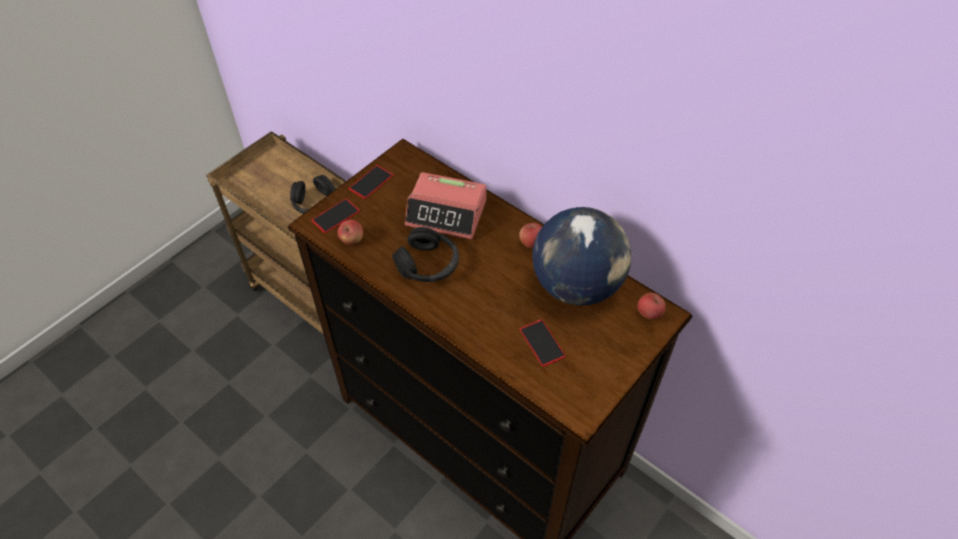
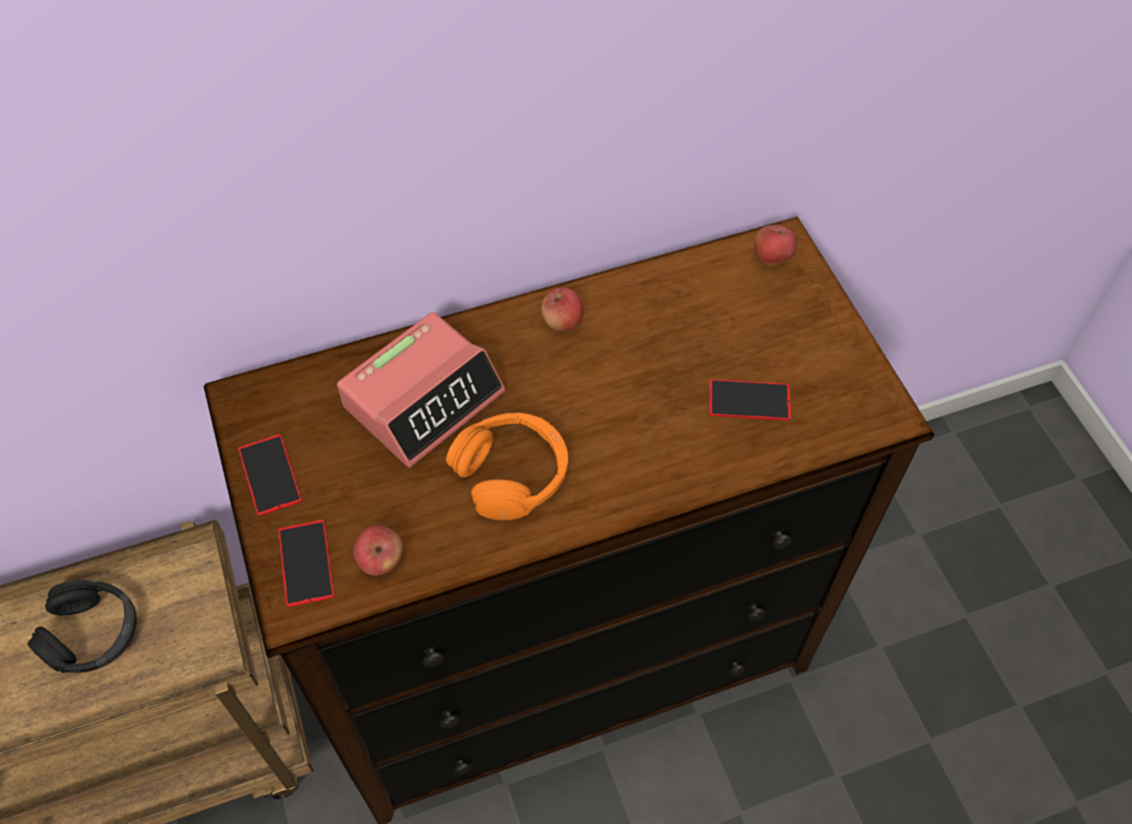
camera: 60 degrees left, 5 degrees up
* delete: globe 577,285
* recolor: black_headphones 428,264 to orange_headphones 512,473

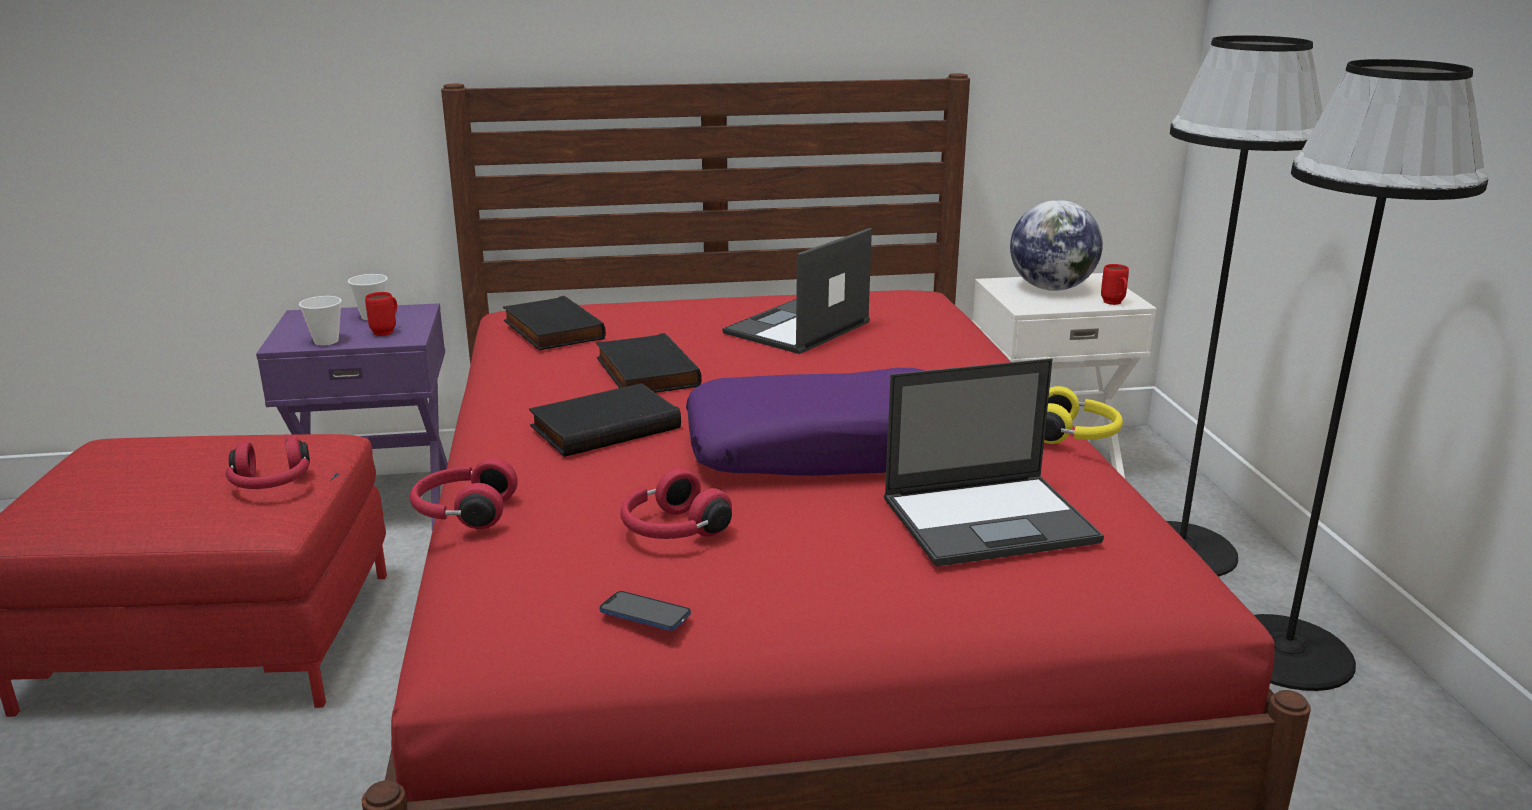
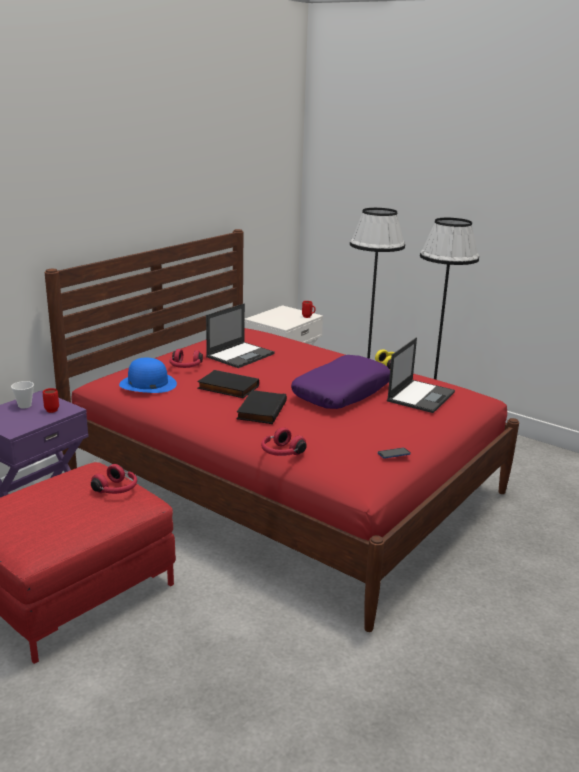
camera: 45 degrees left, 0 degrees up
* delete: globe 1051,288
* rotate: laptop 796,328 = 240,355 135 degrees counterclockwise
* delete: cup 326,341
* replace: black_book 550,330 to blue_hat 147,384
* move: red_headphones 672,530 to 185,367

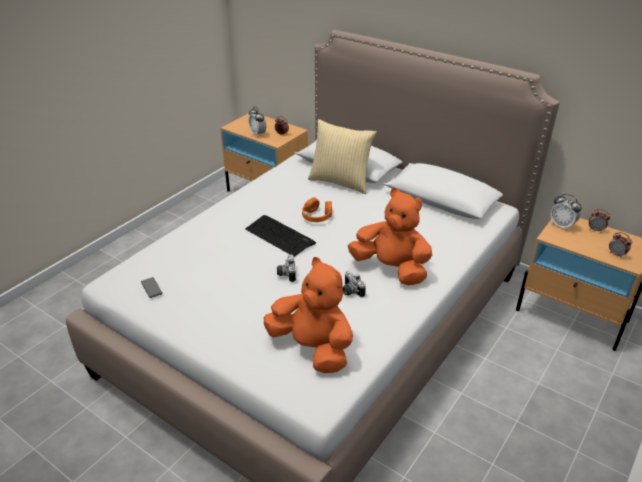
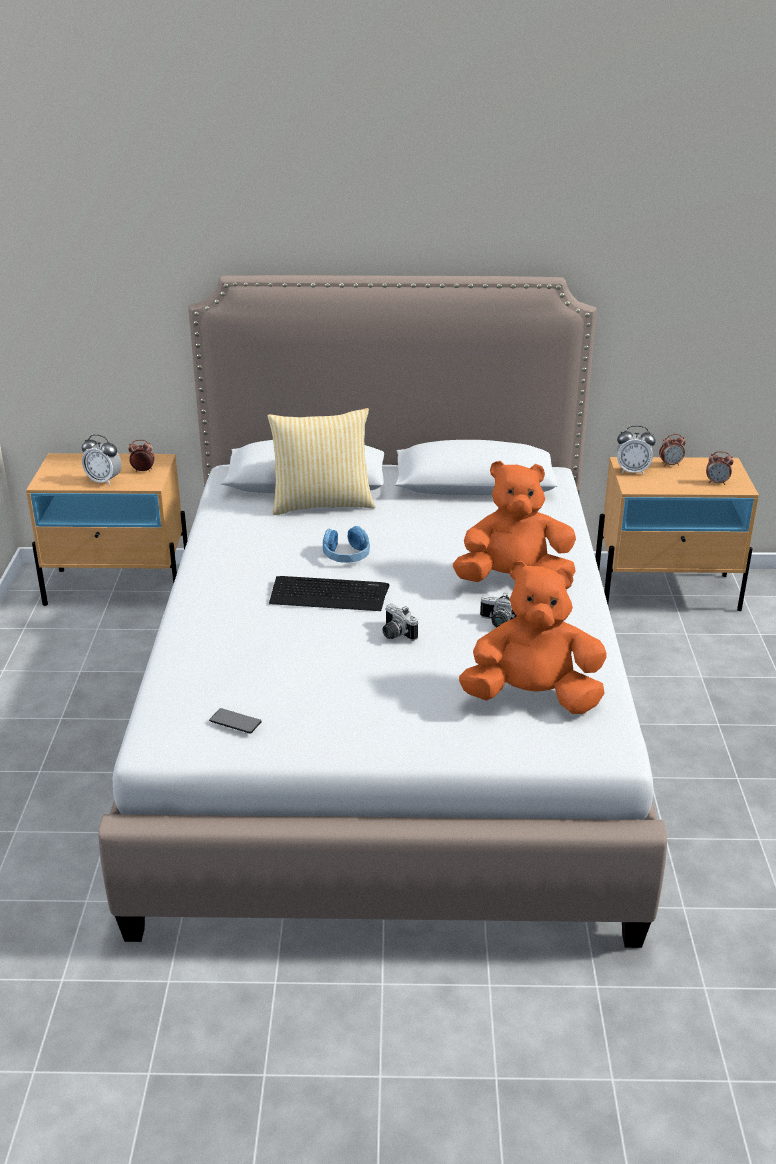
camera: 35 degrees left, 5 degrees down
* recolor: orange_headphones 317,216 to blue_headphones 346,555

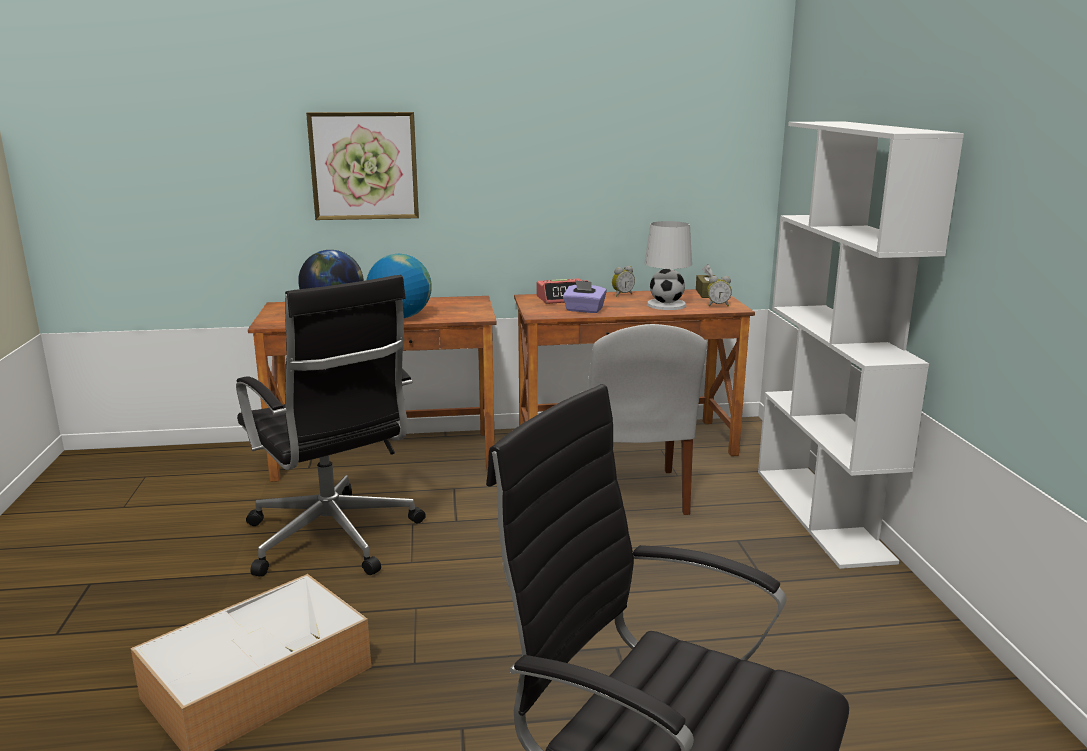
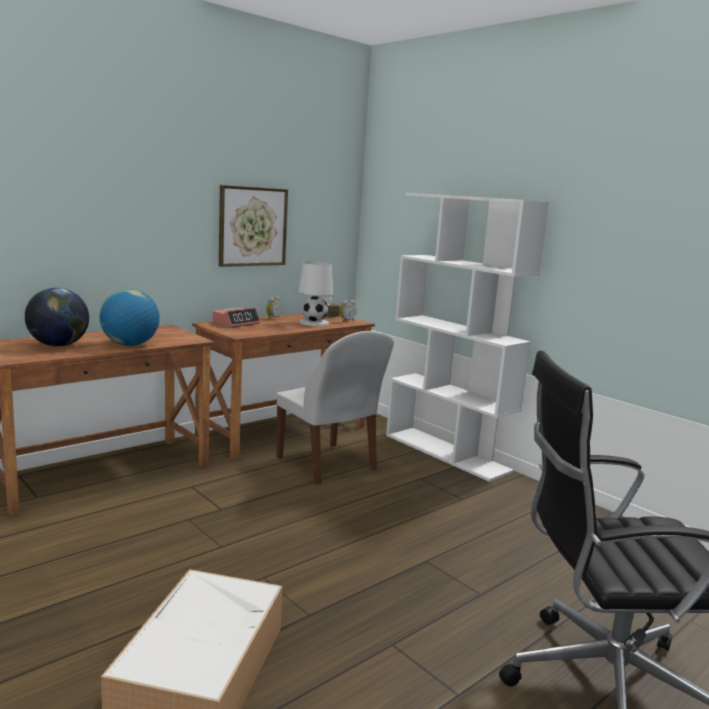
camera: 35 degrees left, 5 degrees down
* move: picture 364,166 to 252,226
* delete: black_office_chair 334,539
* delete: purple_tissue_box 584,310

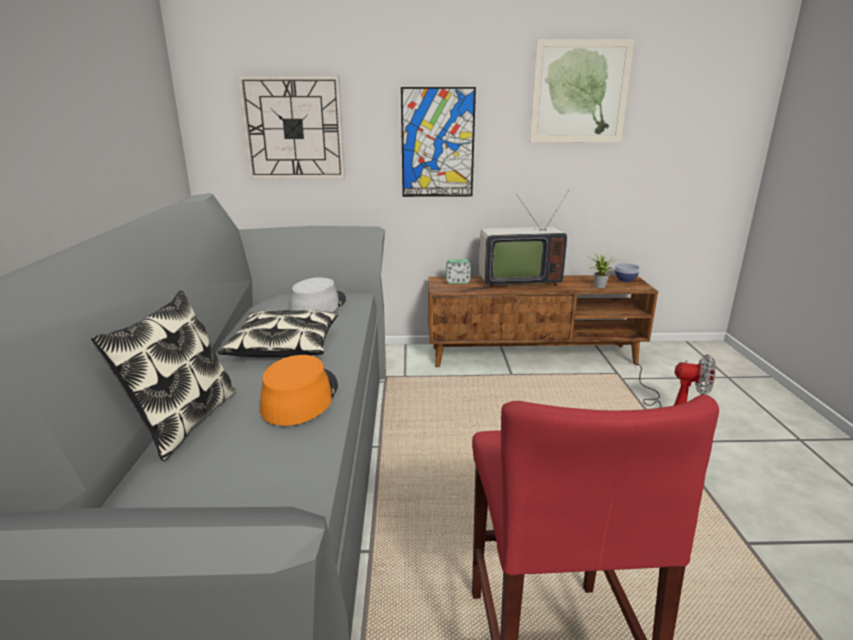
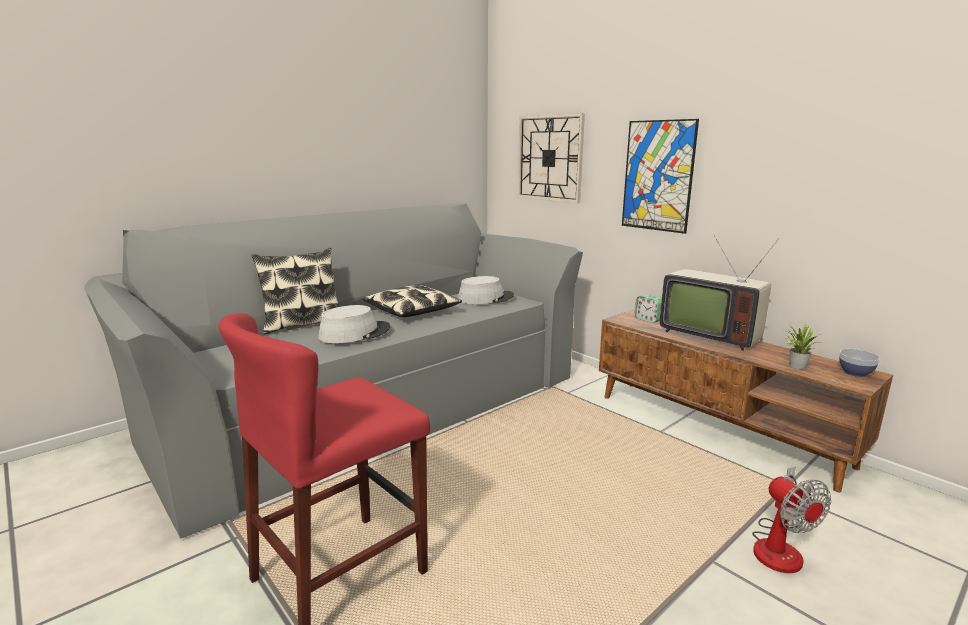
camera: 50 degrees right, 5 degrees down
* delete: picture 580,92
* recolor: orange_hat 300,397 to grey_hat 355,333

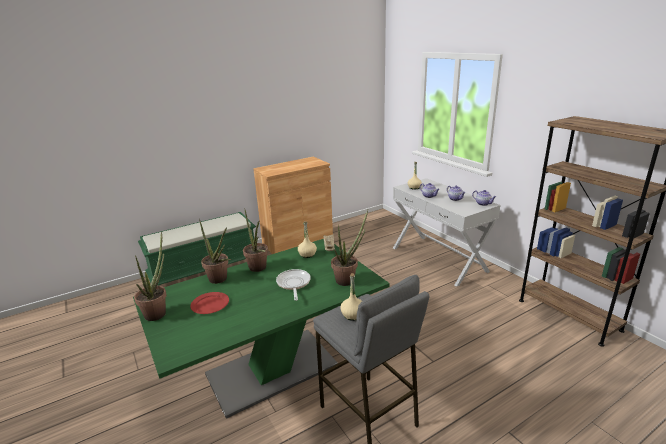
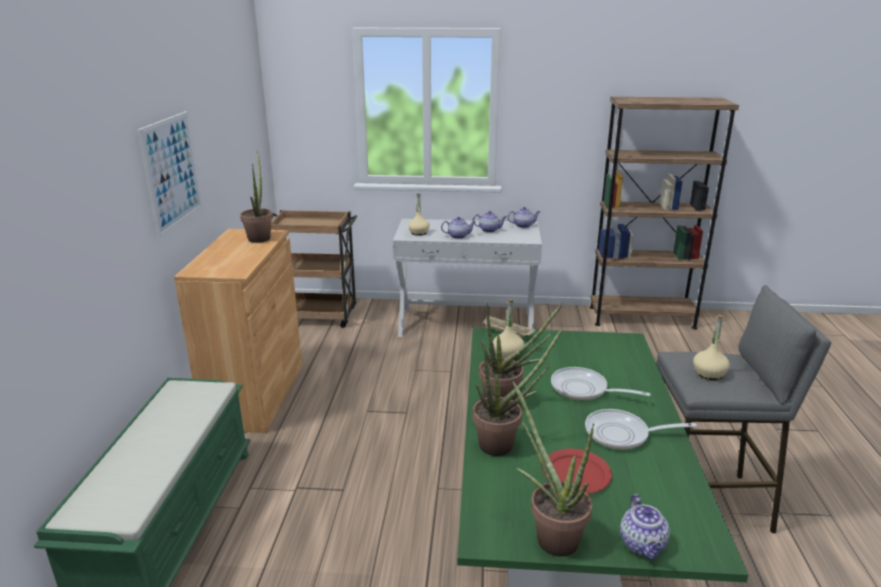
camera: 55 degrees left, 0 degrees up
* move: potted_plant 348,279 to 260,237
* insert: picture 172,172
* insert: brown_cart 318,316
* insert: frying_pan 622,434
* insert: teapot 643,545

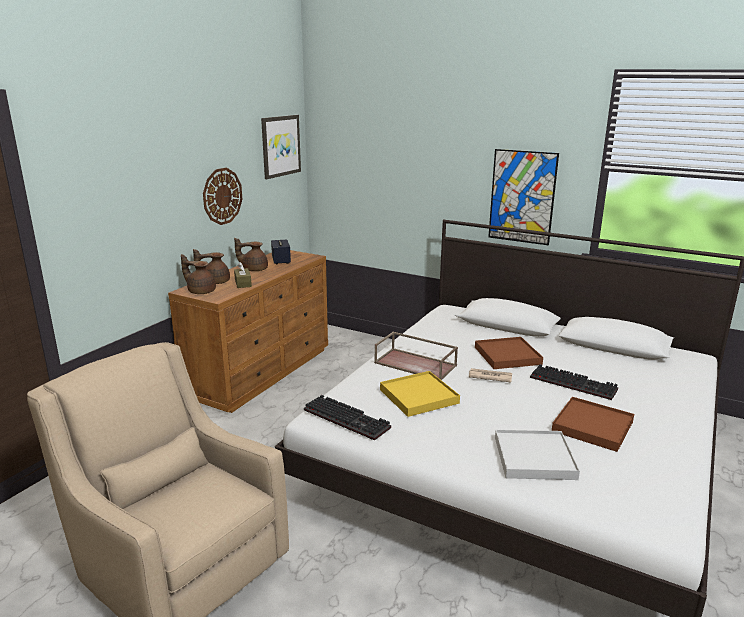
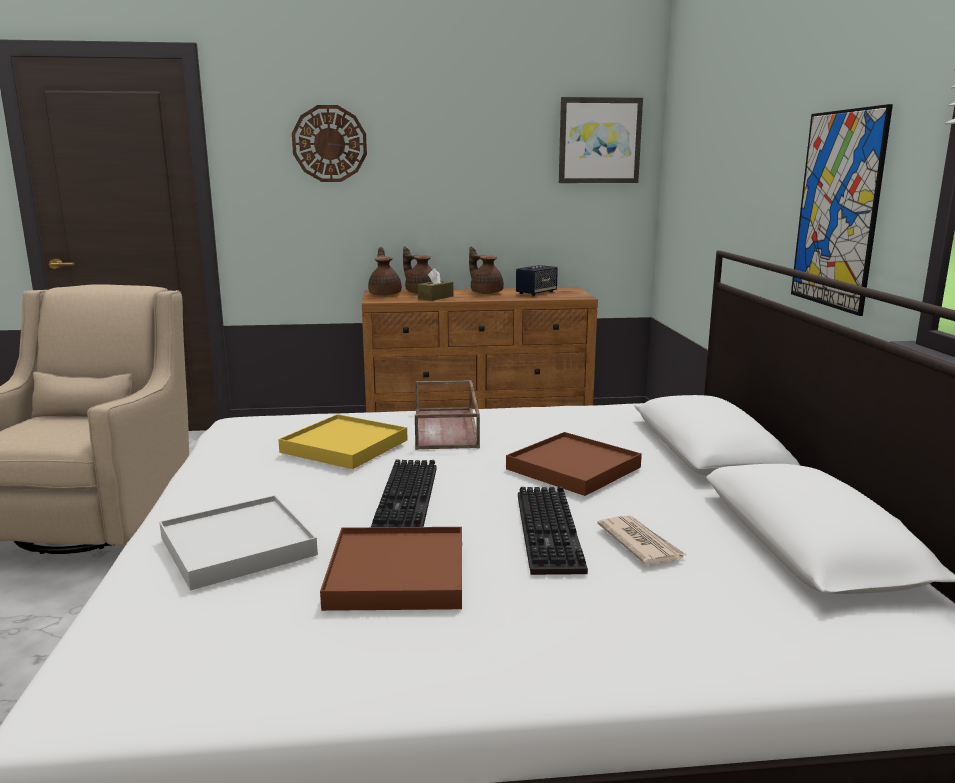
camera: 55 degrees right, 5 degrees down
* move: wall_clock 222,196 to 329,144
* move: newspaper 489,377 to 640,543
* move: keyboard 348,419 to 409,500

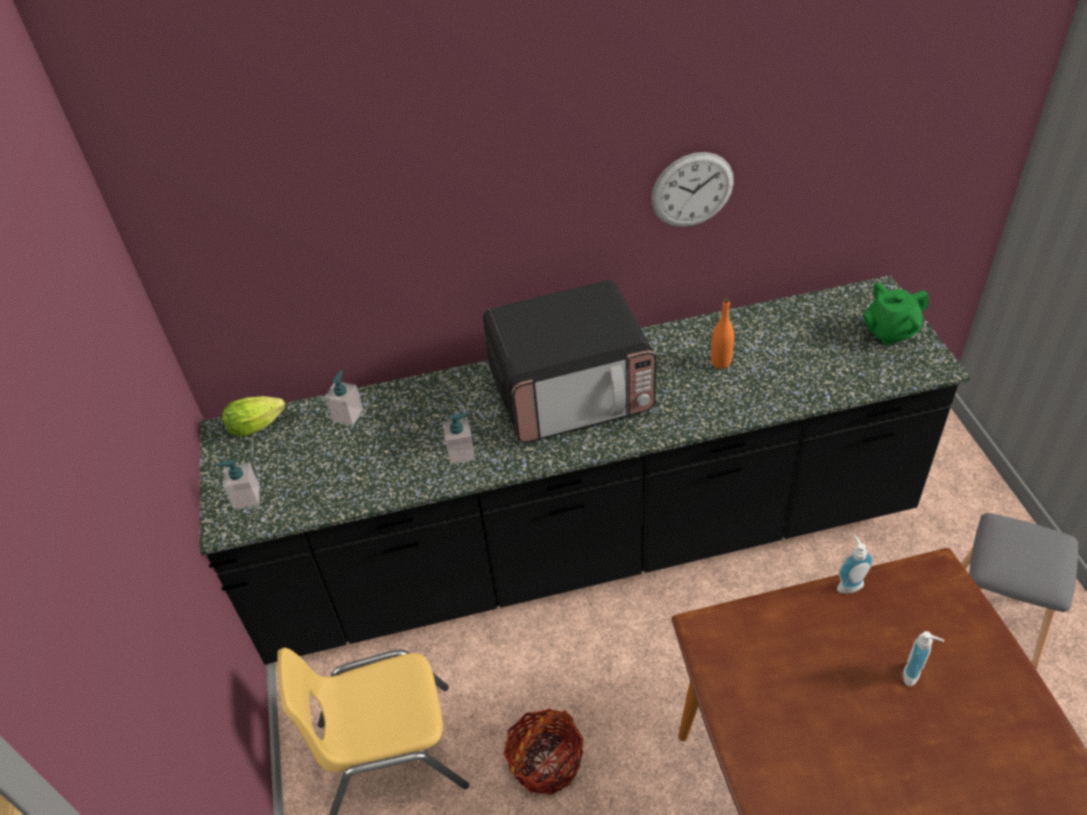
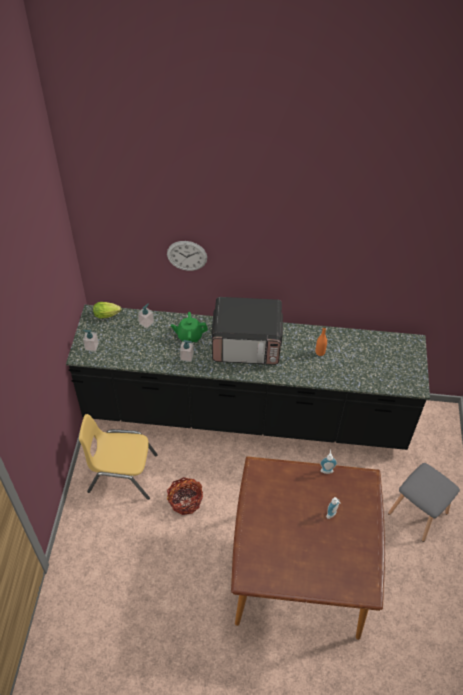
camera: 15 degrees right, 5 degrees up
* move: wall_clock 692,190 to 187,255
* move: green_teapot 889,331 to 189,336

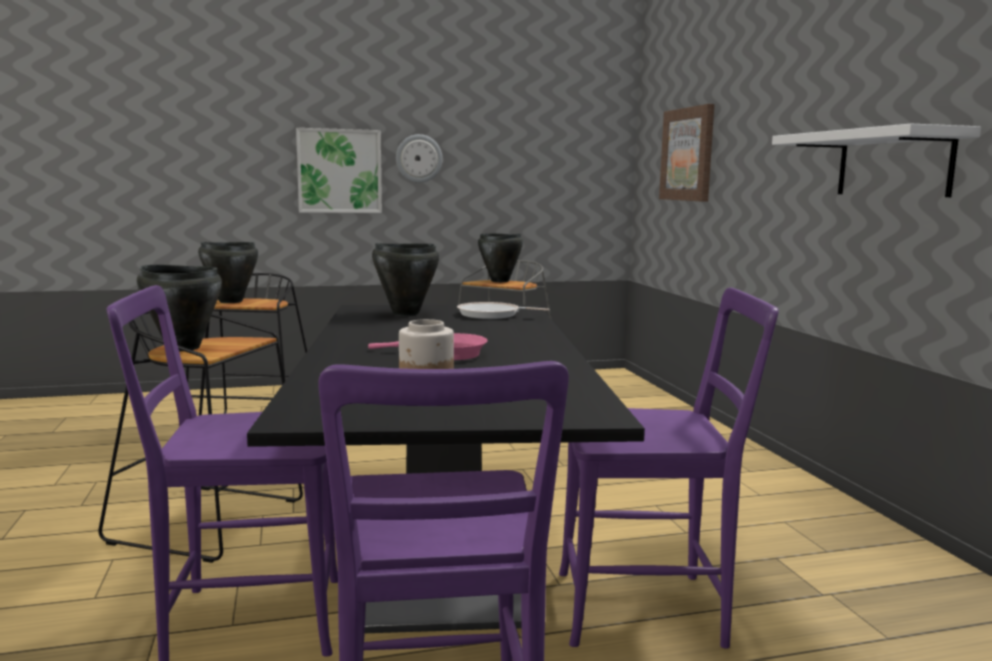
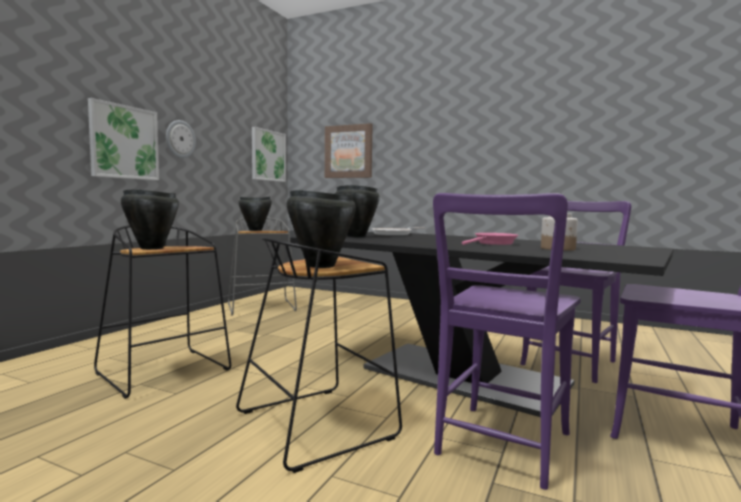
camera: 50 degrees left, 5 degrees down
* delete: white_shelf 893,164
* insert: picture 268,155

